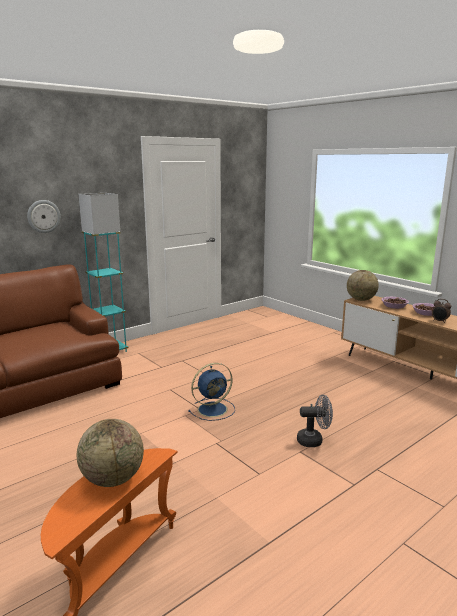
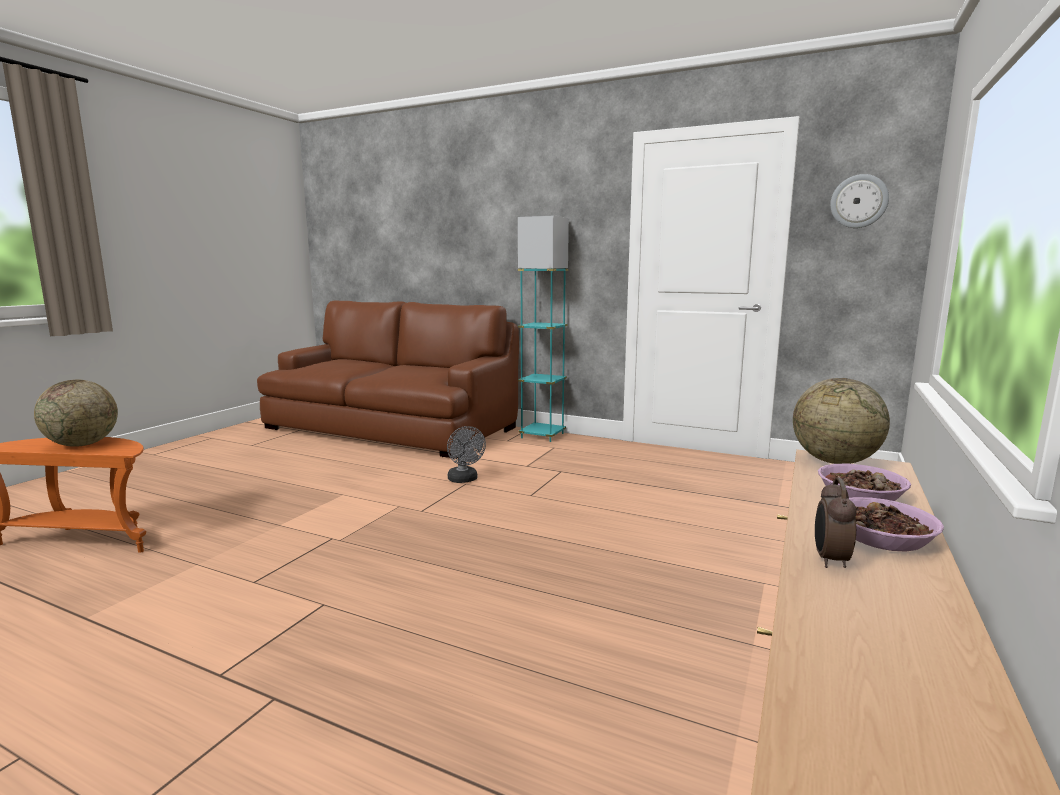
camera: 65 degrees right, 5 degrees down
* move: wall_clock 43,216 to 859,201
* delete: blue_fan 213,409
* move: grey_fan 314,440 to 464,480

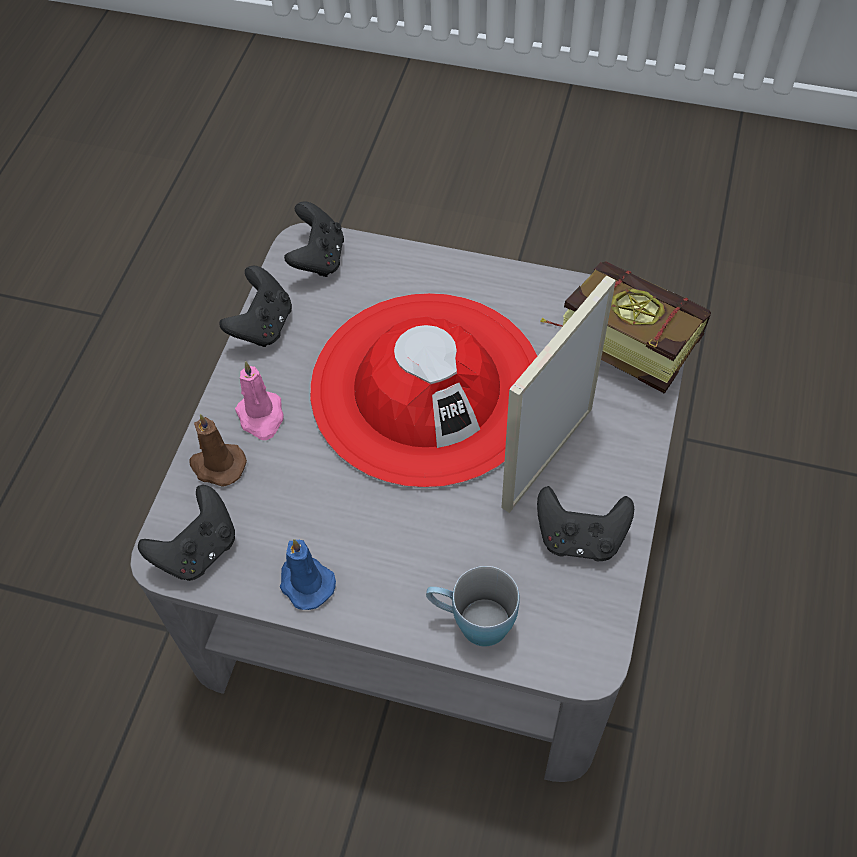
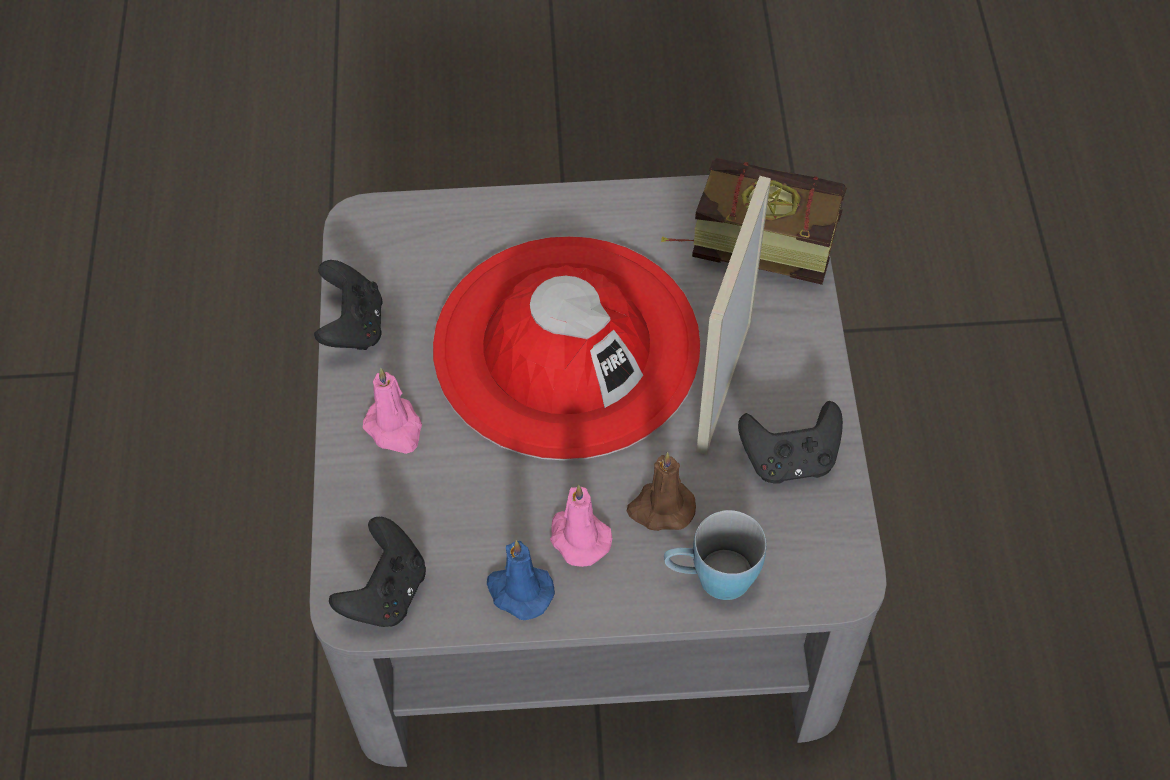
camera: 20 degrees left, 0 degrees up
* delete: black_game_controller 318,258
* move: brown_candle 217,465 to 660,508
* insert: pink_candle 578,537

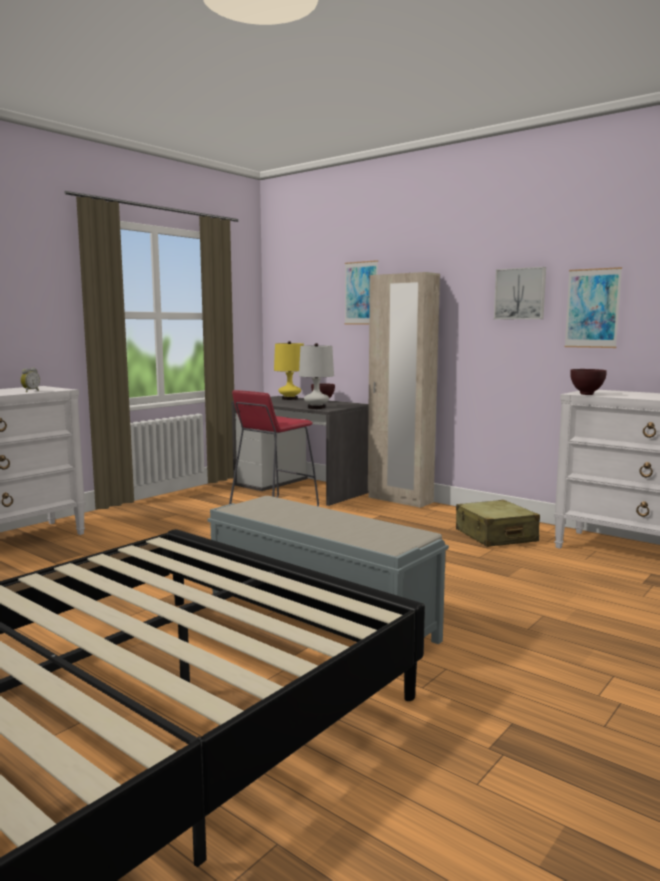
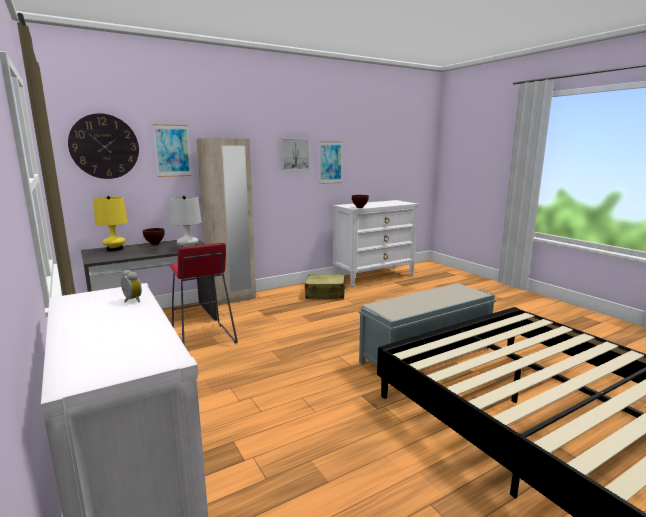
camera: 70 degrees left, 5 degrees up
* insert: wall_clock 104,146

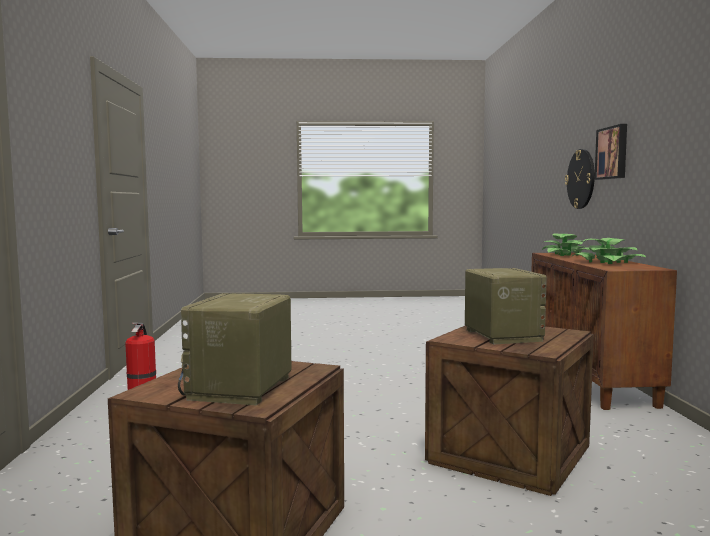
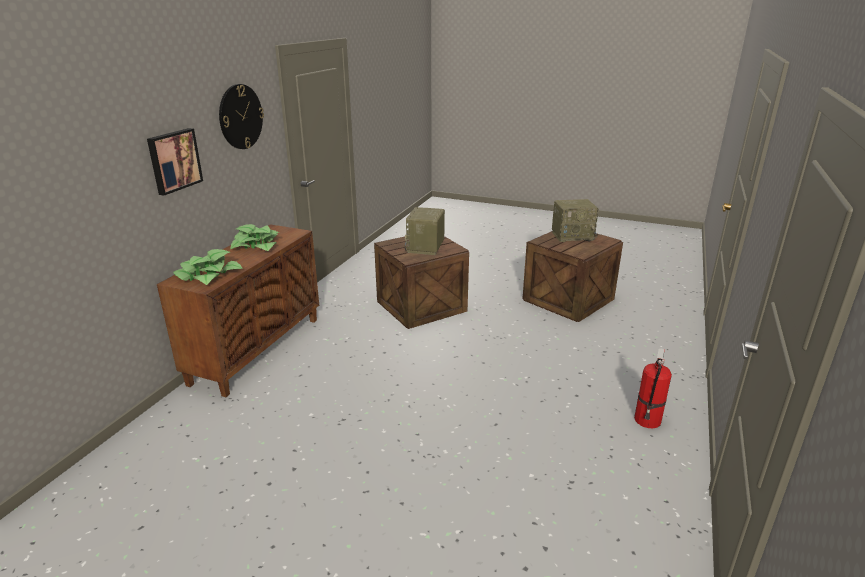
camera: 155 degrees left, 20 degrees up
* move: wall_clock 581,179 to 240,117
* rotate: radio 241,389 = 573,236 45 degrees clockwise

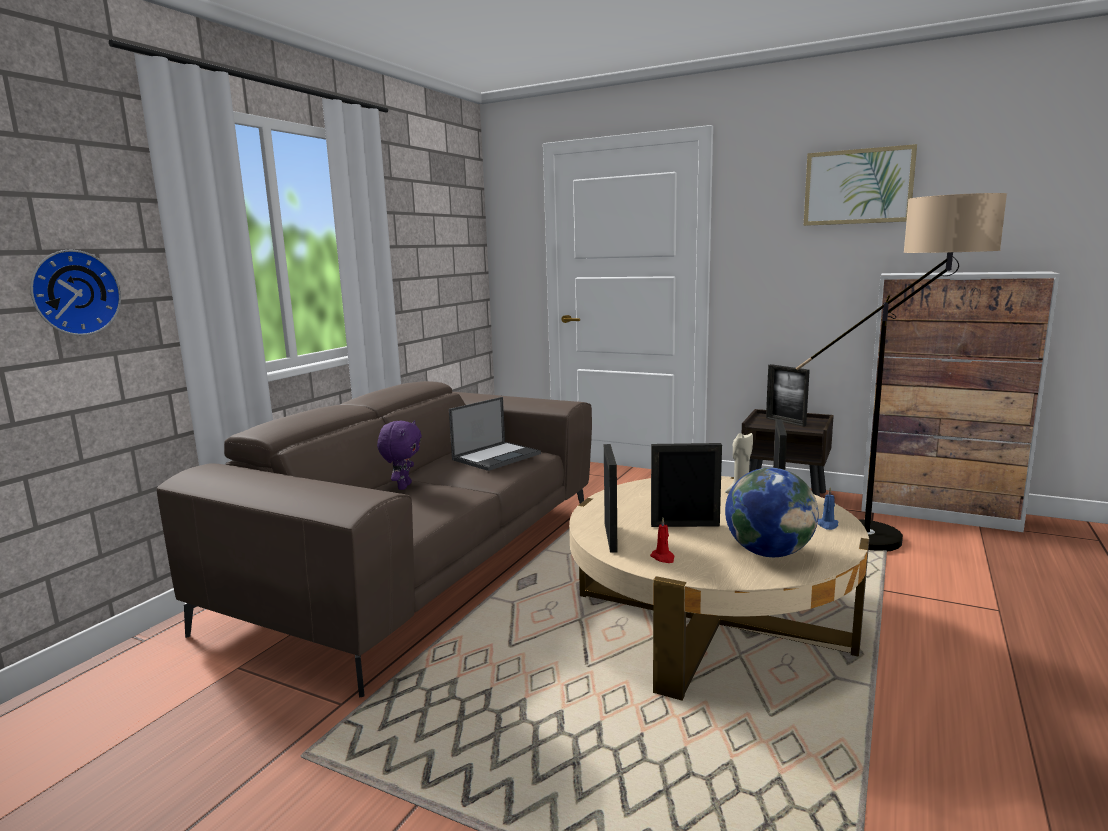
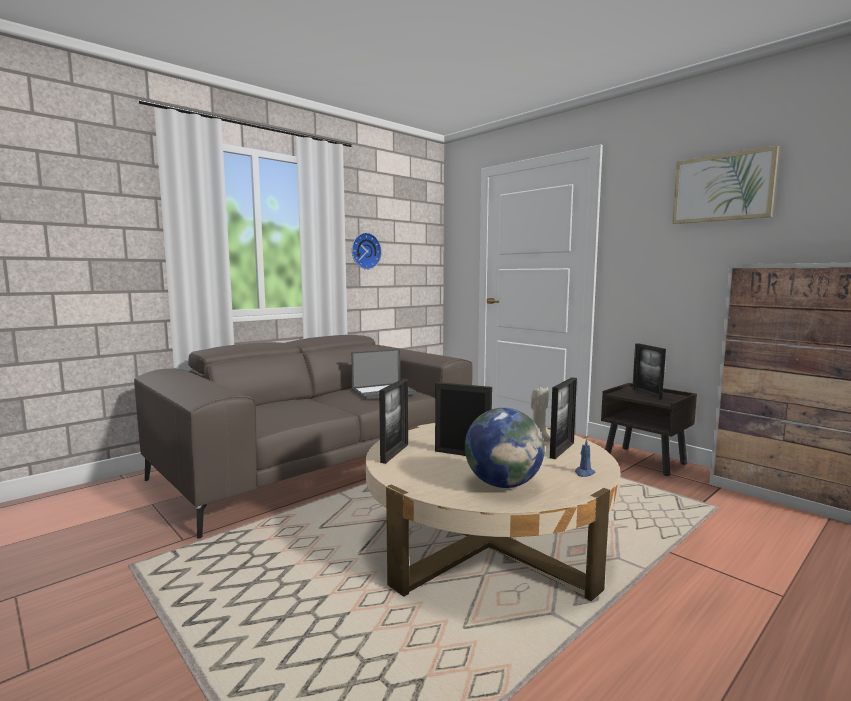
camera: 20 degrees right, 5 degrees down
* delete: floor_lamp 895,541
* move: wall_clock 73,293 to 365,251
* delete: purple_plush_toy 403,486
* delete: red_candle 663,558

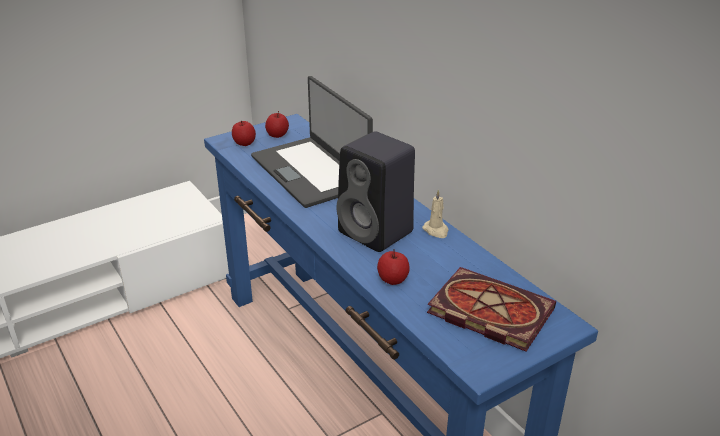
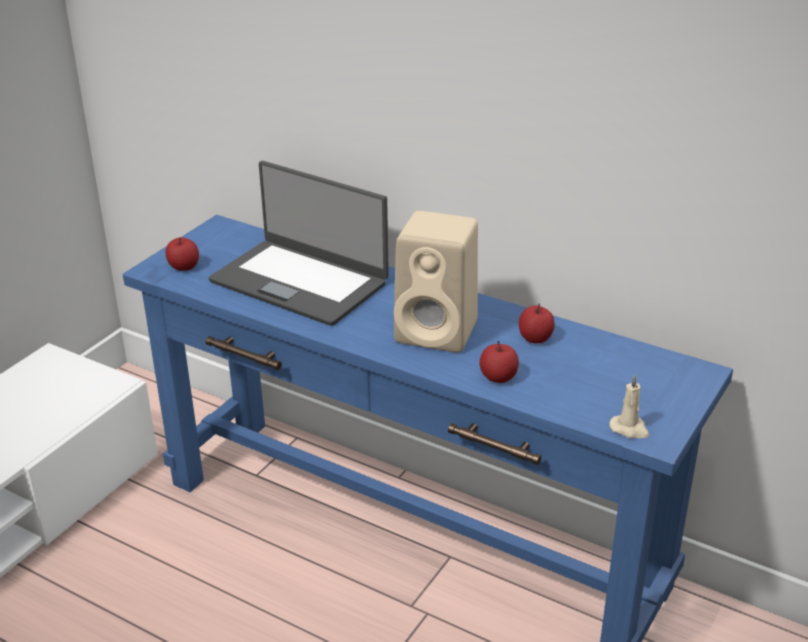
camera: 25 degrees left, 0 degrees up
* move: apple 277,135 to 535,338
* recolor: black_speaker 378,233 to beige_speaker 439,332
* move: beige_candle 436,231 to 630,429
* delete: book 487,311

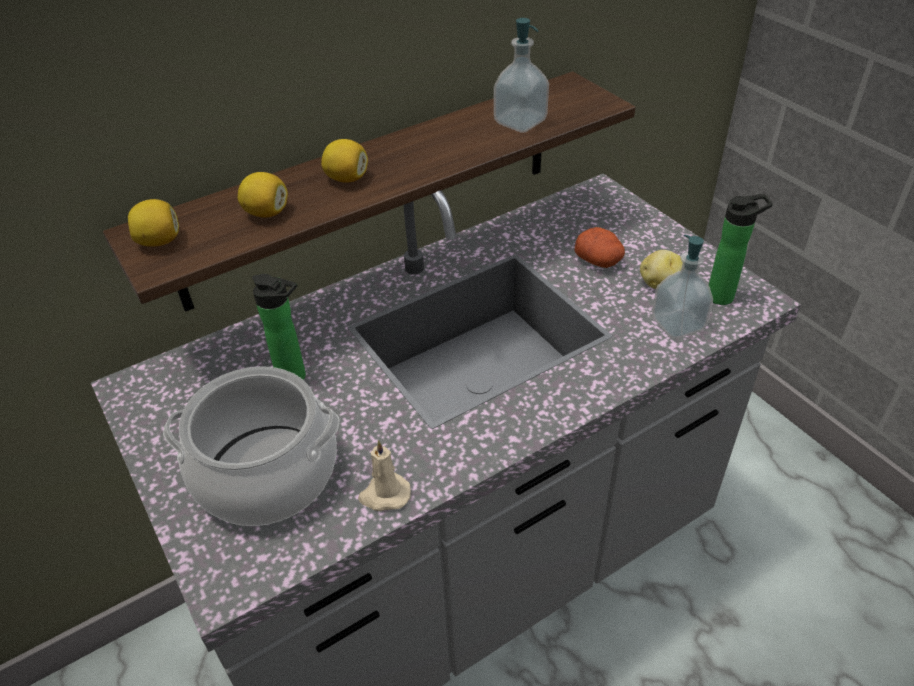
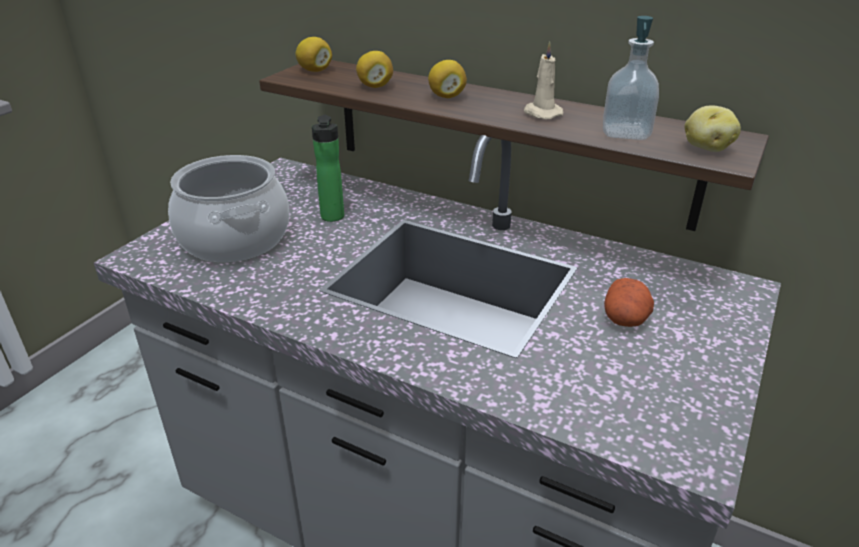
camera: 60 degrees right, 10 degrees down
* delete: bottle 724,296
* delete: soap_dispenser 677,324
* move: potato 659,283 to 706,148
* move: beige_candle 384,495 to 541,113

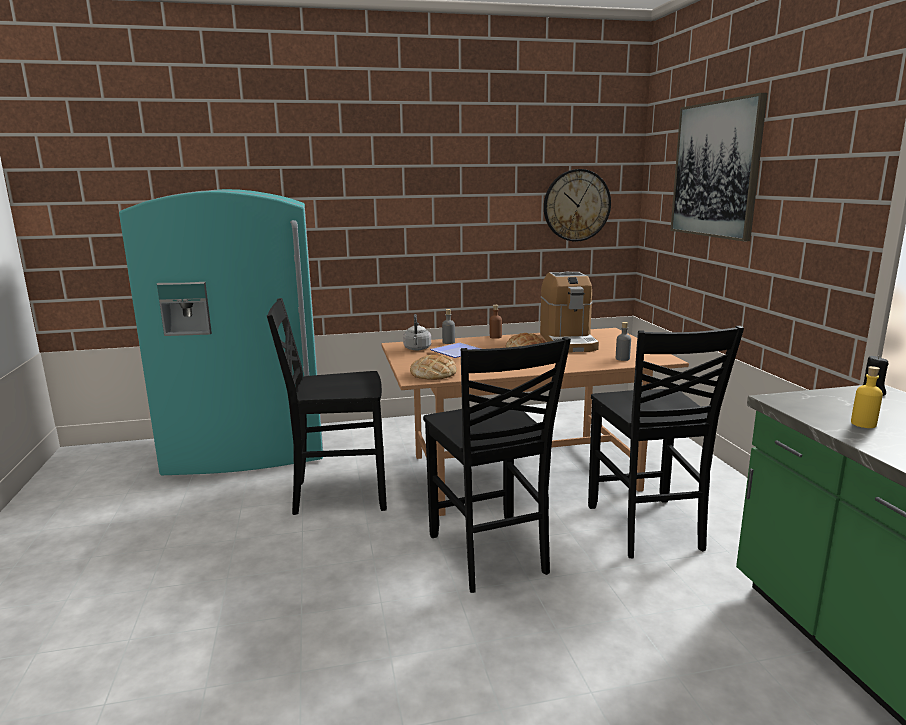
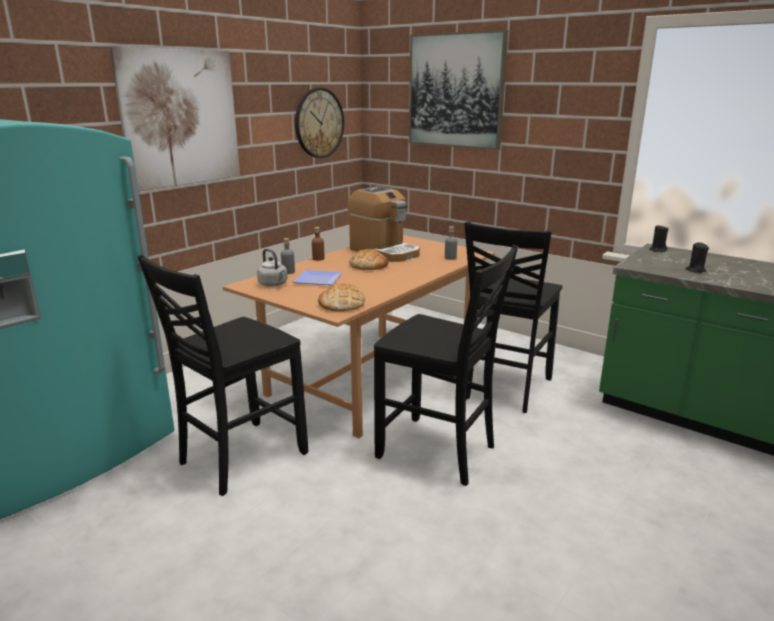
camera: 40 degrees left, 5 degrees up
* rotate: black_chair 646,528 = 505,388 75 degrees clockwise
* replace: yellow_bottle 863,424 to black_candle 695,270
* insert: picture 180,118

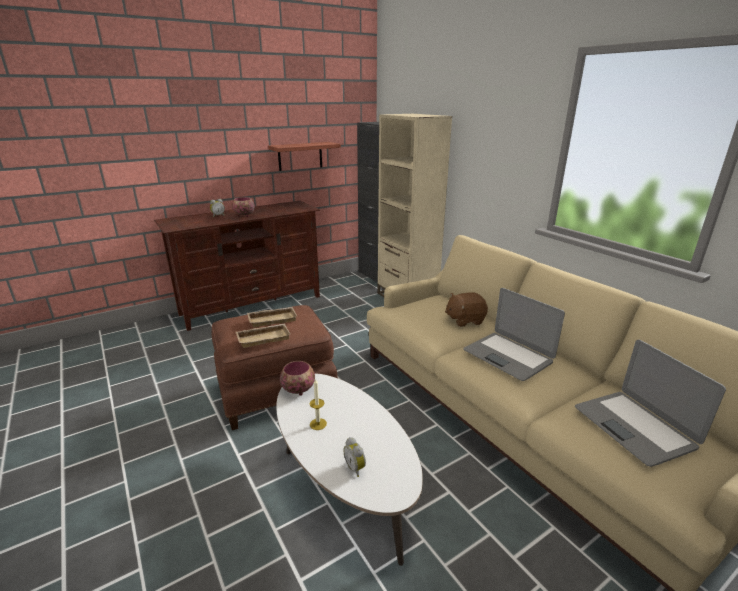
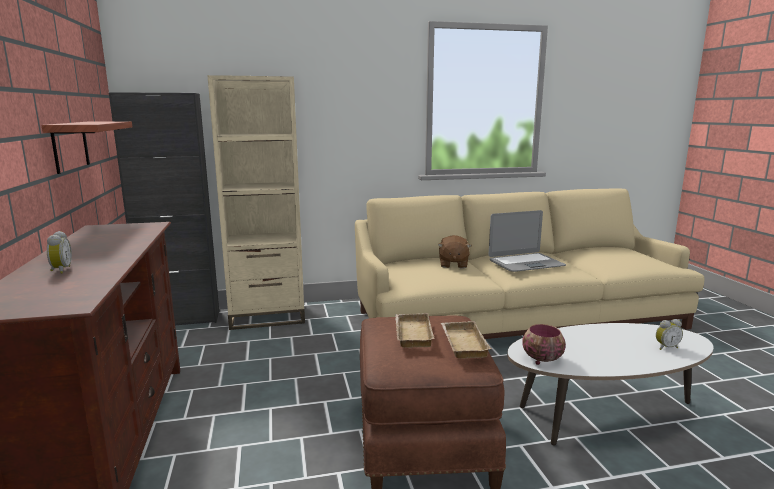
camera: 70 degrees left, 10 degrees down
* delete: bowl 244,215
* delete: laptop 634,427
* delete: candle 318,424

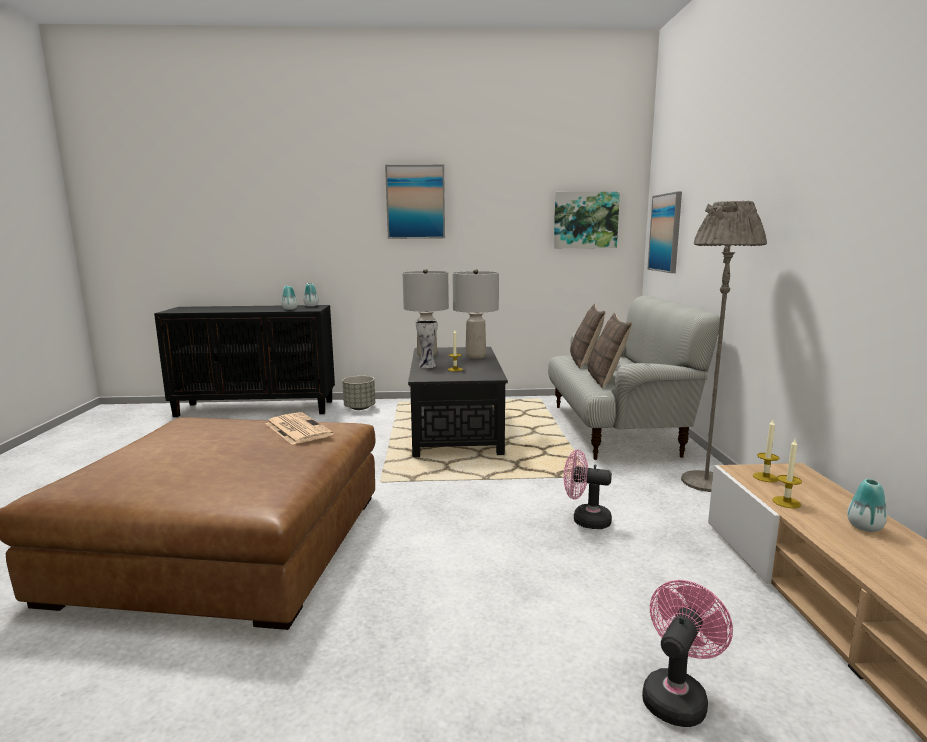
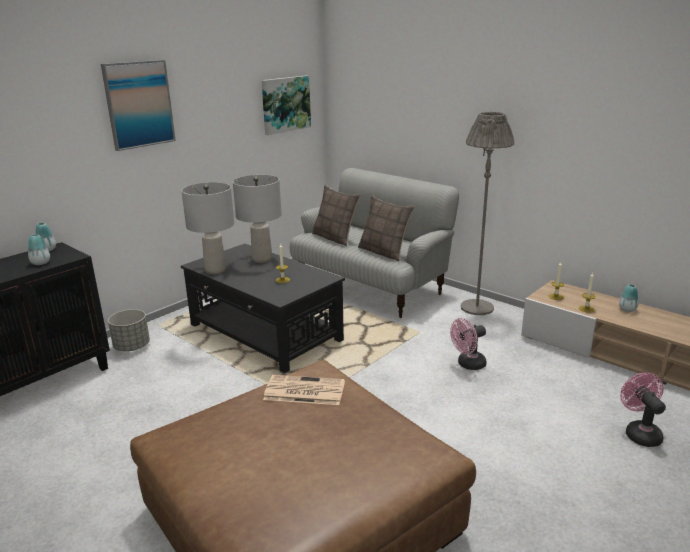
camera: 45 degrees left, 10 degrees up
* delete: picture 666,233
* delete: vase 428,366

